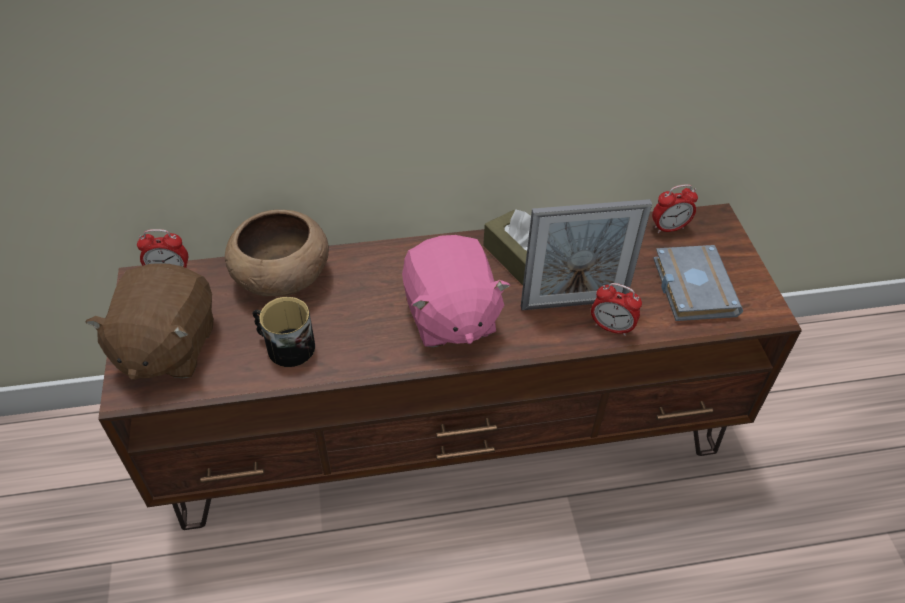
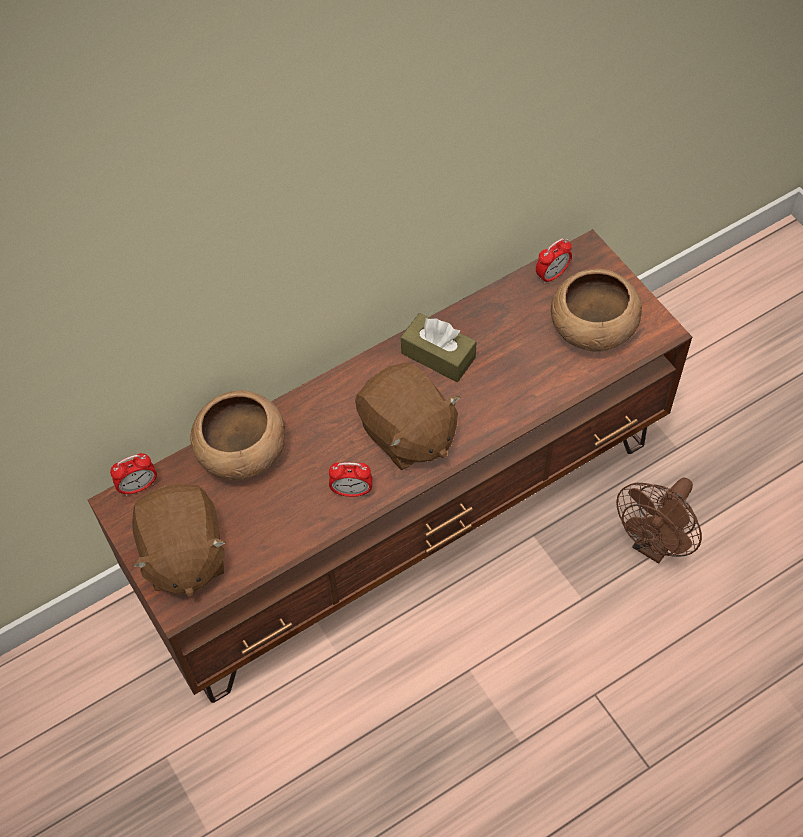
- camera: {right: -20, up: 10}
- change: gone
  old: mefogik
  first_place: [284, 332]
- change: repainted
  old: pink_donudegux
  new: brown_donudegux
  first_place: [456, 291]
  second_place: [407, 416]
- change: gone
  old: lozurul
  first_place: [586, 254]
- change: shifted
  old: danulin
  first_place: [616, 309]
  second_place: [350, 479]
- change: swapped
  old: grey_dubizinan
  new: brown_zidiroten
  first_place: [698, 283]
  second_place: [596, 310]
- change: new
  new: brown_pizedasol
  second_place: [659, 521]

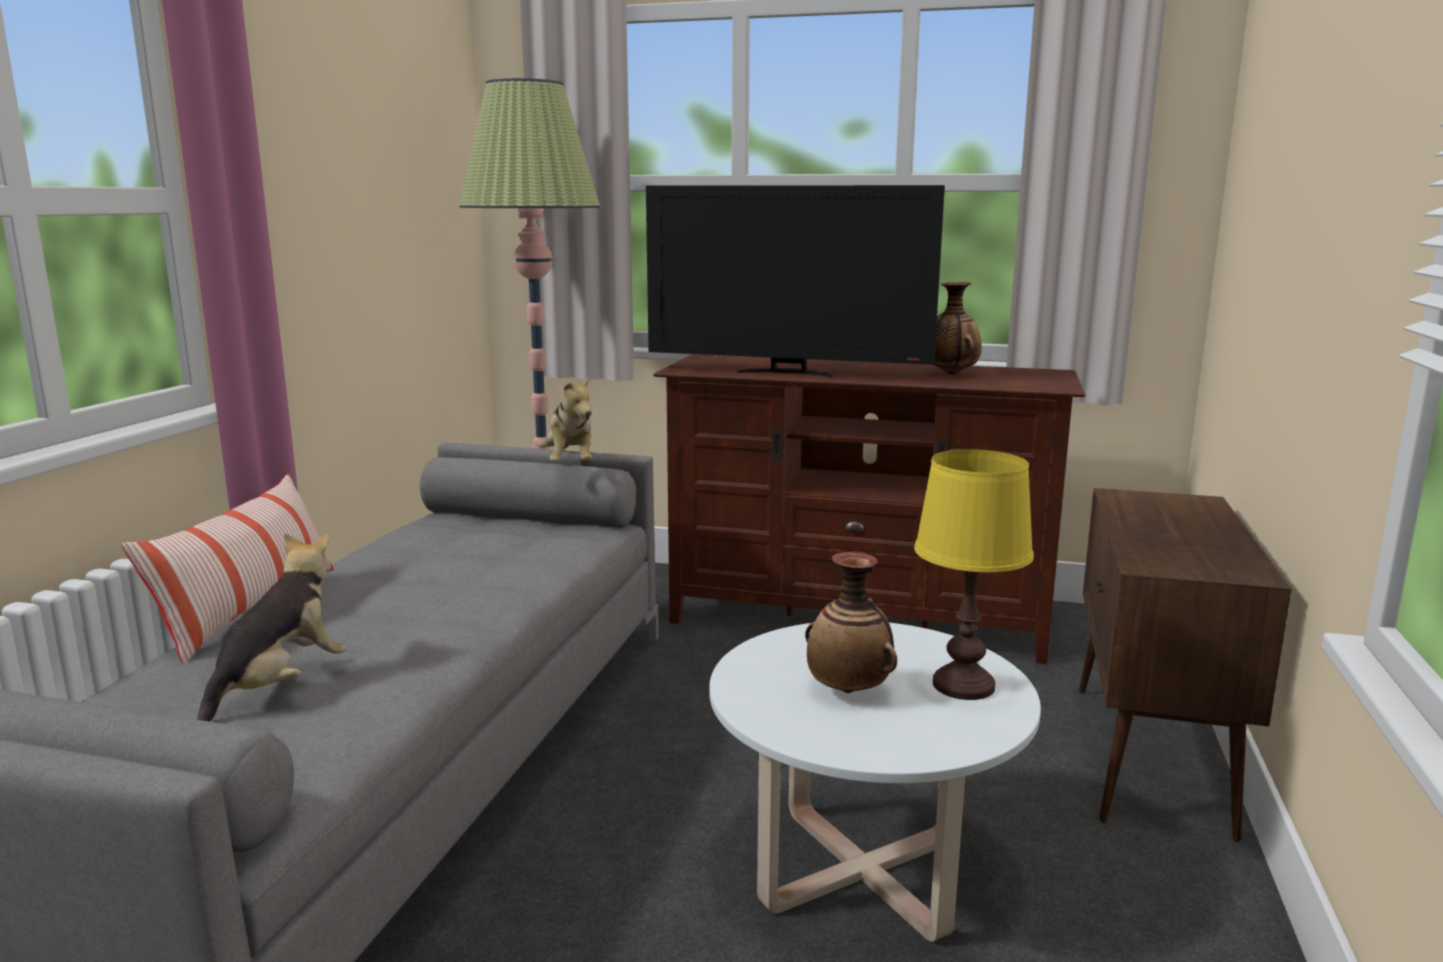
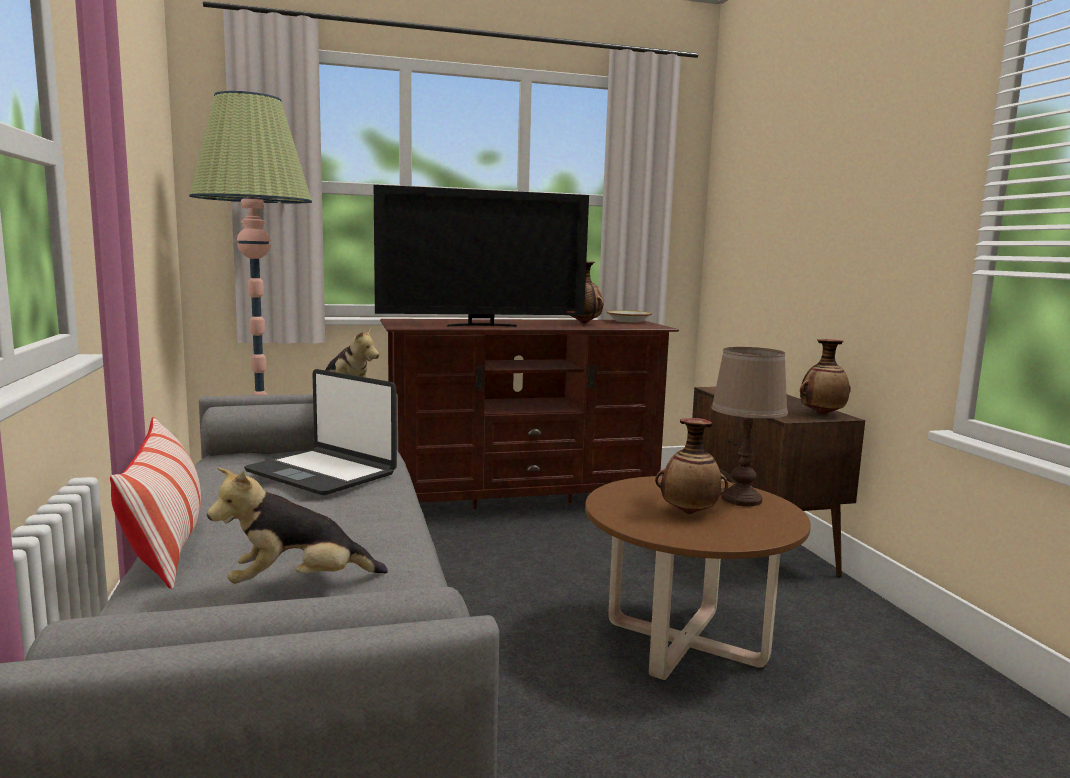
- camera: {right: -30, up: -5}
- change: rotated
  old: donudegux
  first_place: [272, 627]
  second_place: [297, 525]
  degrees: -105
- change: repainted
  old: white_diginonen
  new: brown_diginonen
  first_place: [875, 782]
  second_place: [698, 578]
- change: repainted
  old: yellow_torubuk
  new: brown_torubuk
  first_place: [974, 574]
  second_place: [749, 426]
- change: new
  new: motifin
  second_place: [320, 432]
- change: new
  new: zidiroten
  second_place: [629, 317]
- change: new
  new: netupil
  second_place: [825, 377]

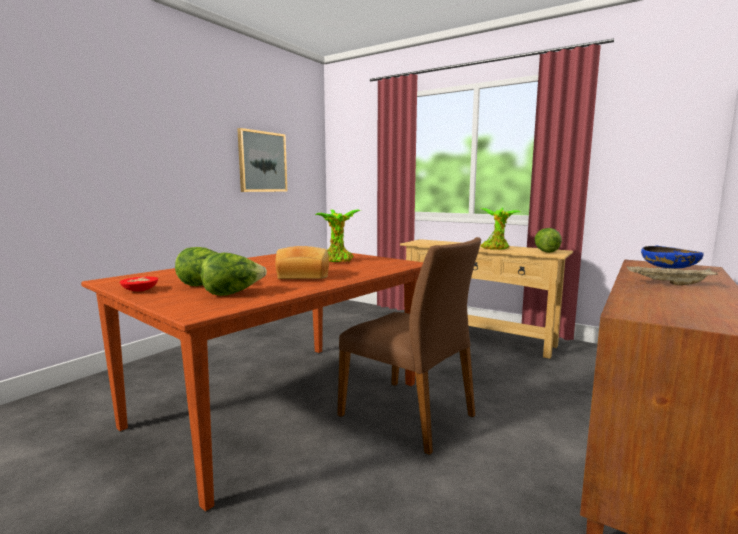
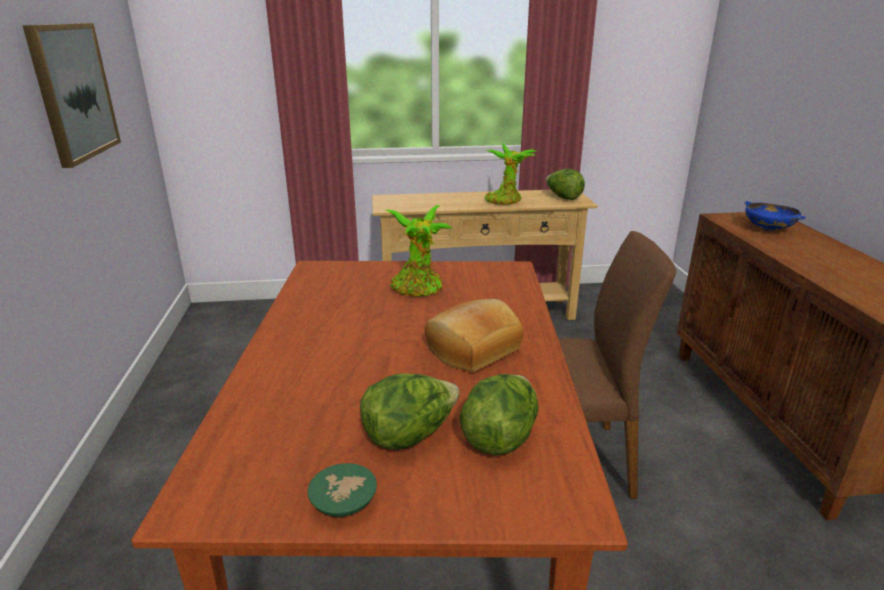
- camera: {right: -40, up: 15}
- change: repainted
  old: red_zidiroten
  new: green_zidiroten
  first_place: [139, 284]
  second_place: [342, 490]
- change: gone
  old: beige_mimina
  first_place: [672, 275]

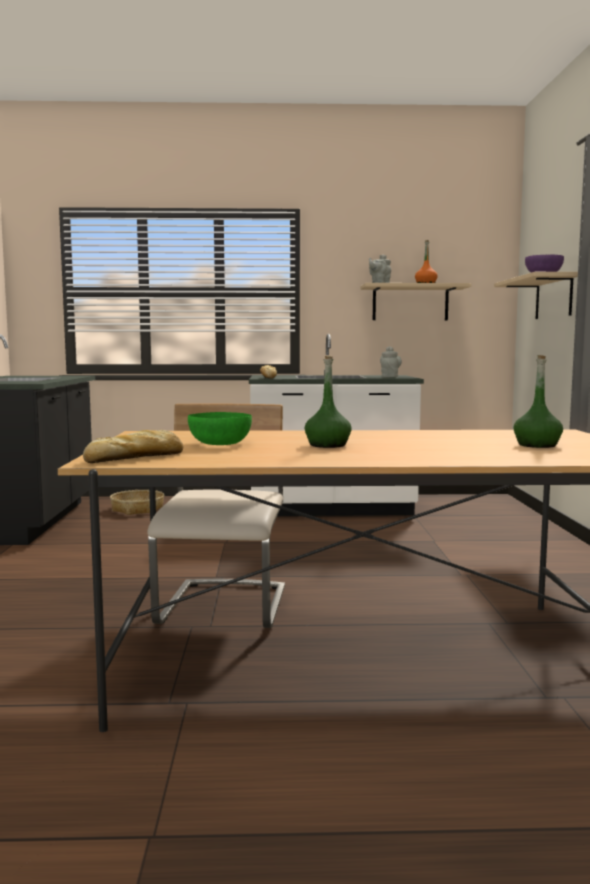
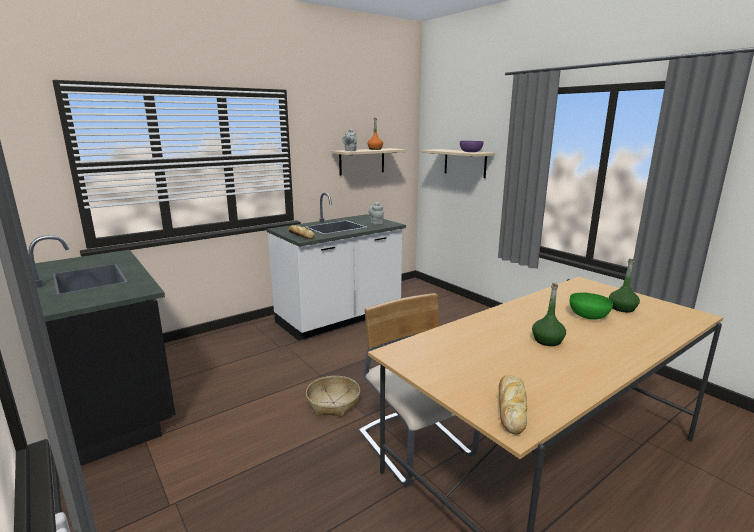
- camera: {right: -35, up: 10}
- change: shifted
  old: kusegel
  first_place: [137, 502]
  second_place: [333, 396]
- change: shifted
  old: green_zidiroten
  first_place: [220, 428]
  second_place: [591, 306]

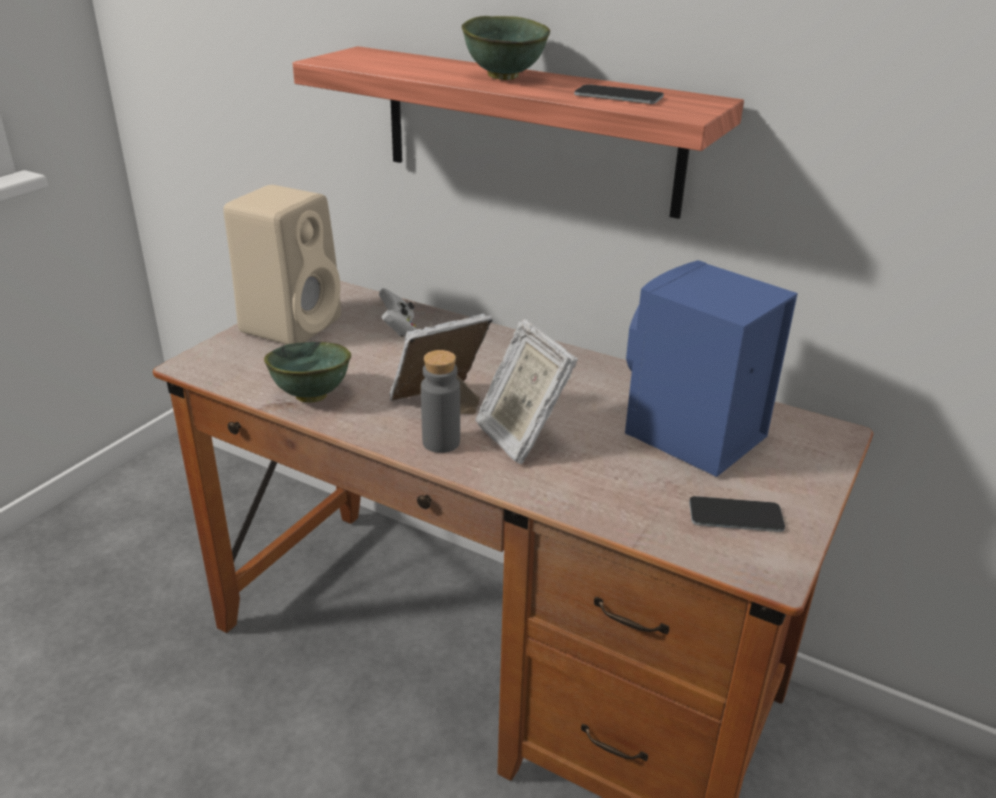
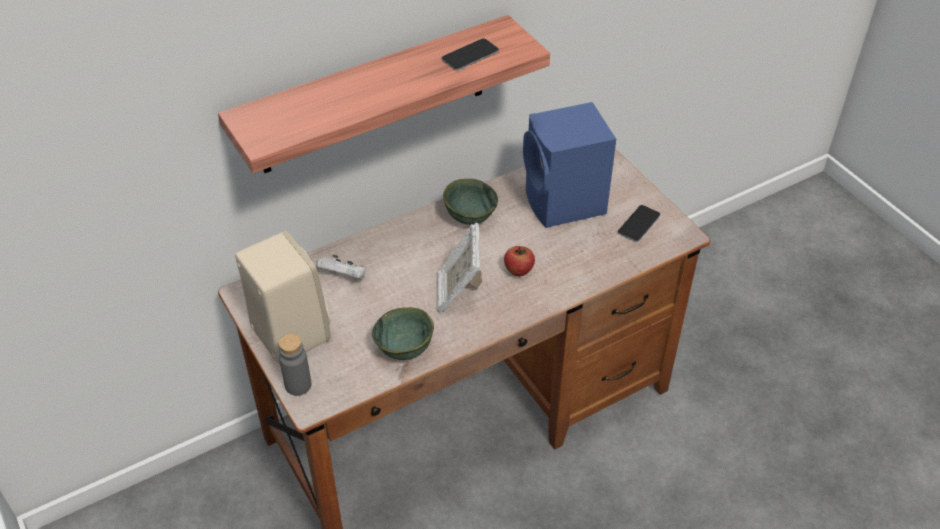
- camera: {right: -60, up: 15}
- change: shifted
  old: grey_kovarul
  first_place: [440, 401]
  second_place: [295, 365]
- change: shifted
  old: green_zidiroten
  first_place: [506, 48]
  second_place: [470, 202]
- change: swapped
  old: lozurul
  new: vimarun
  first_place: [526, 391]
  second_place: [519, 261]

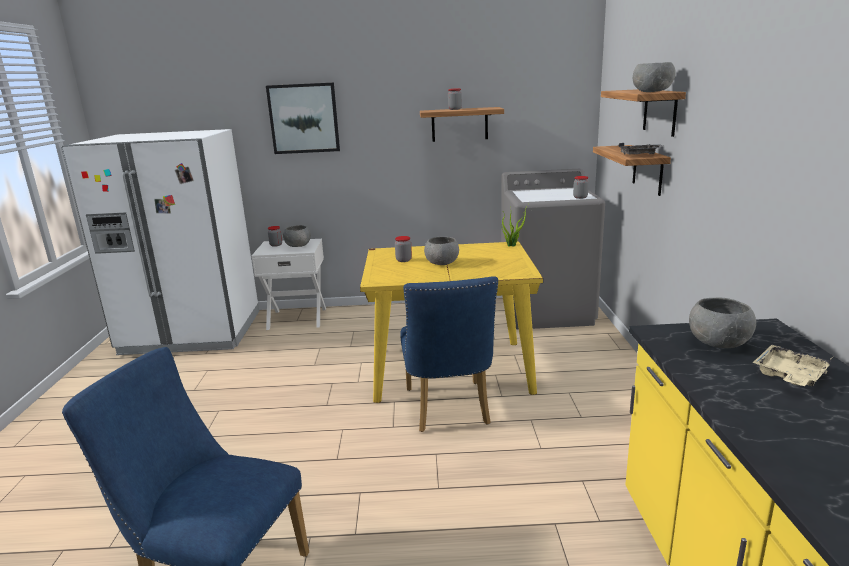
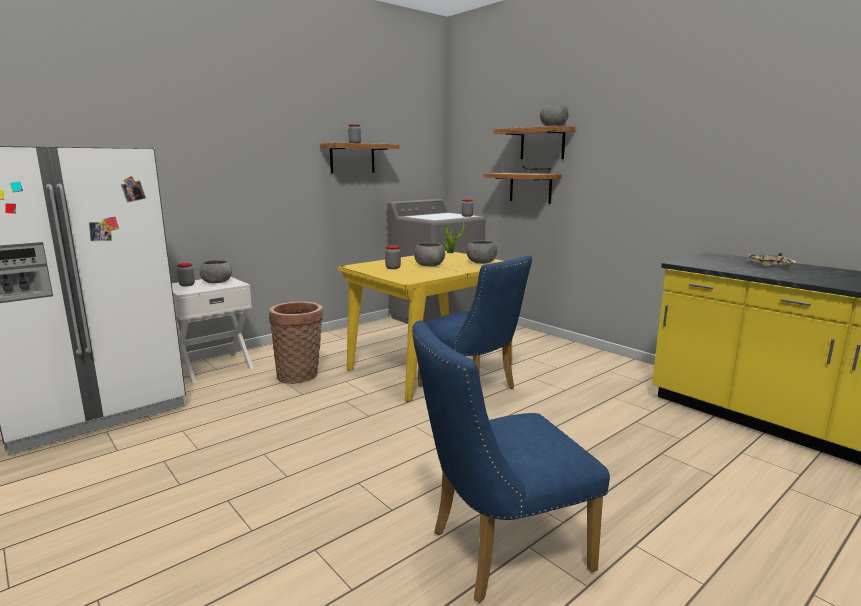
- camera: {right: -40, up: -5}
- change: gone
  old: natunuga
  first_place: [303, 118]
- change: shifted
  old: grey_zidiroten
  first_place: [722, 323]
  second_place: [481, 252]
- change: new
  new: kusegel
  second_place: [296, 343]

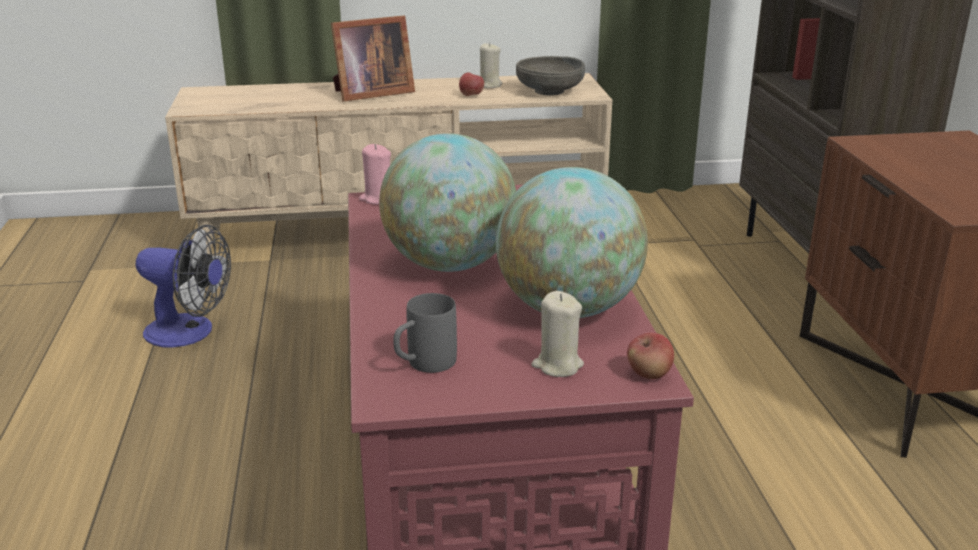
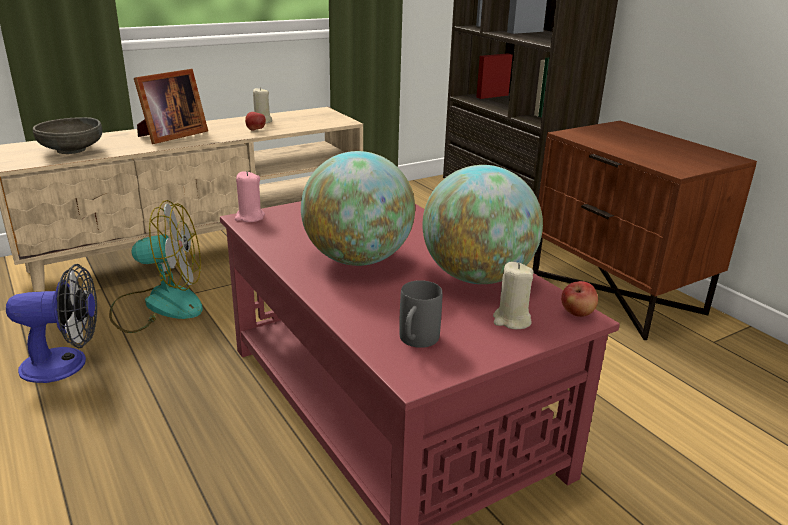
- camera: {right: -25, up: 0}
- change: shifted
  old: grey_zidiroten
  first_place: [550, 75]
  second_place: [67, 135]
- change: new
  new: pizedasol
  second_place: [156, 266]

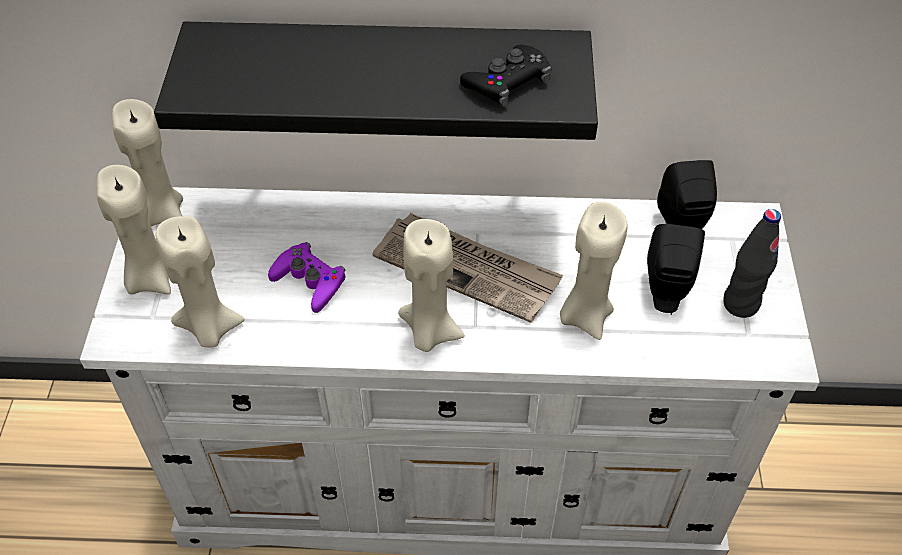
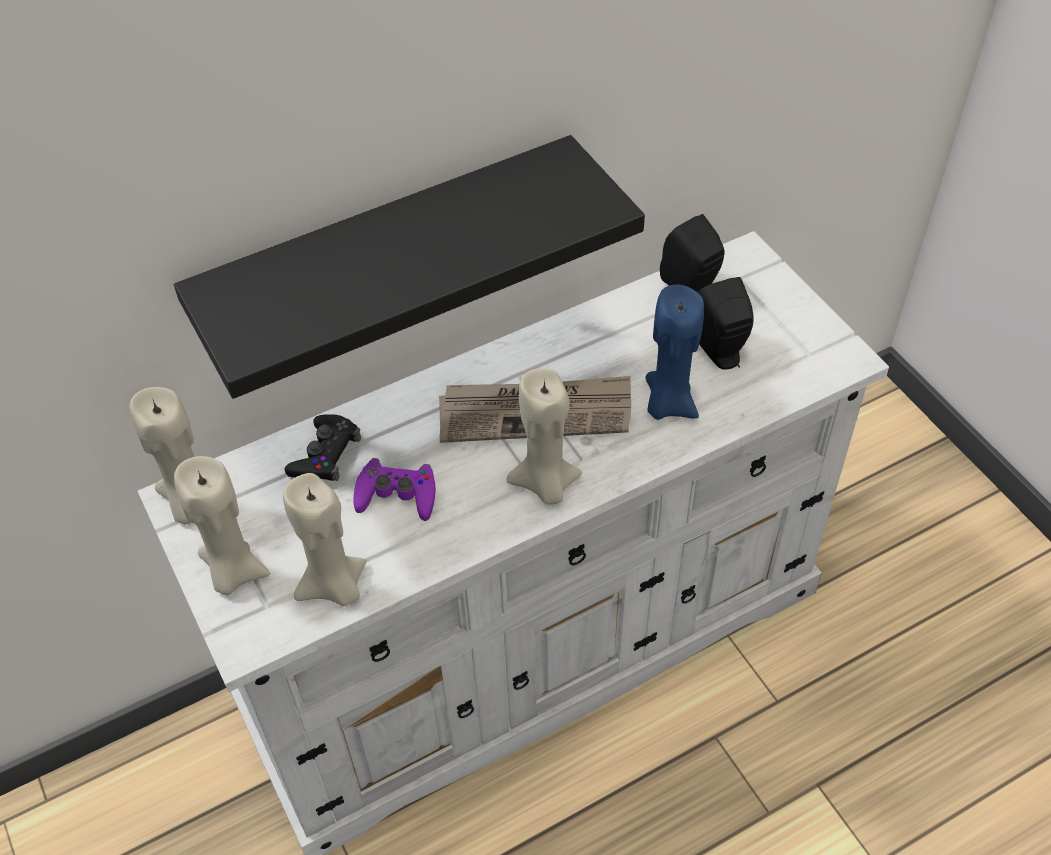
- camera: {right: -30, up: 0}
- change: shifted
  old: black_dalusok
  first_place: [506, 76]
  second_place: [323, 447]
- change: repainted
  old: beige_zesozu
  new: blue_zesozu
  first_place: [593, 271]
  second_place: [675, 352]
- change: gone
  old: black_kovarul
  first_place: [752, 263]

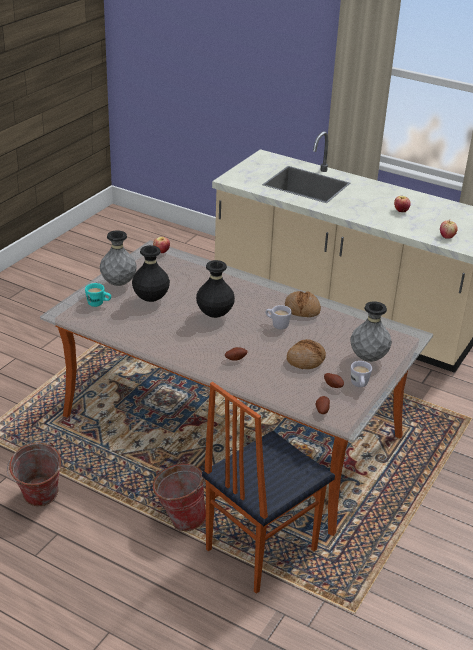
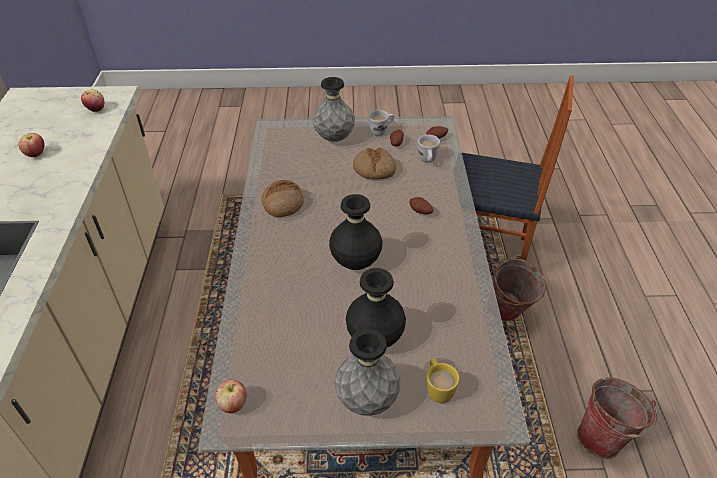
- camera: {right: -120, up: 10}
- change: repainted
  old: turquoise_mefogik
  new: yellow_mefogik
  first_place: [98, 295]
  second_place: [443, 381]
- change: shifted
  old: white_mefogik
  first_place: [279, 317]
  second_place: [429, 148]

